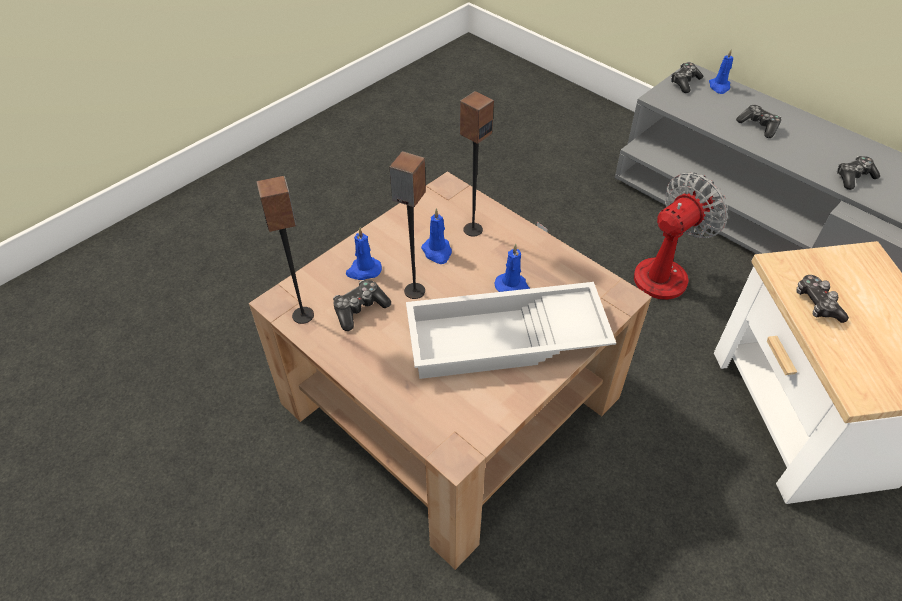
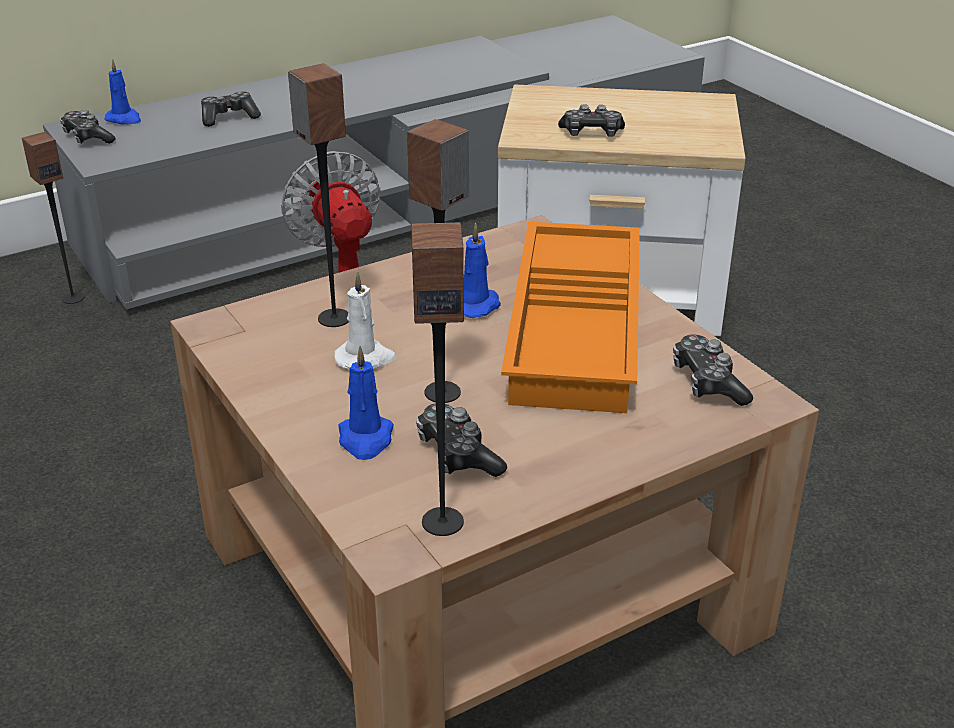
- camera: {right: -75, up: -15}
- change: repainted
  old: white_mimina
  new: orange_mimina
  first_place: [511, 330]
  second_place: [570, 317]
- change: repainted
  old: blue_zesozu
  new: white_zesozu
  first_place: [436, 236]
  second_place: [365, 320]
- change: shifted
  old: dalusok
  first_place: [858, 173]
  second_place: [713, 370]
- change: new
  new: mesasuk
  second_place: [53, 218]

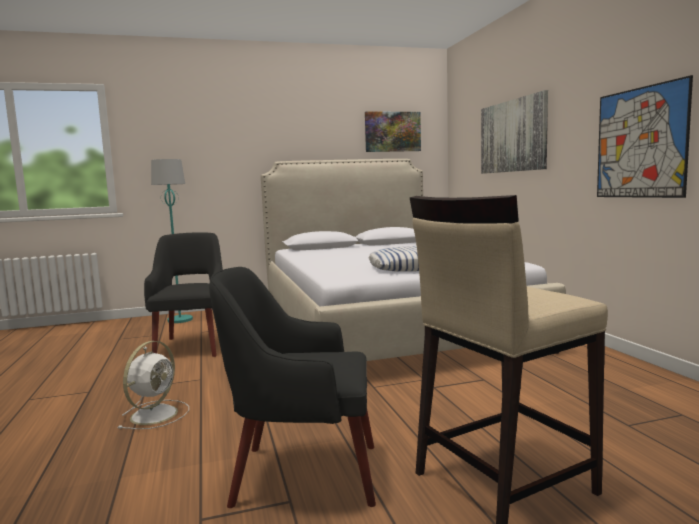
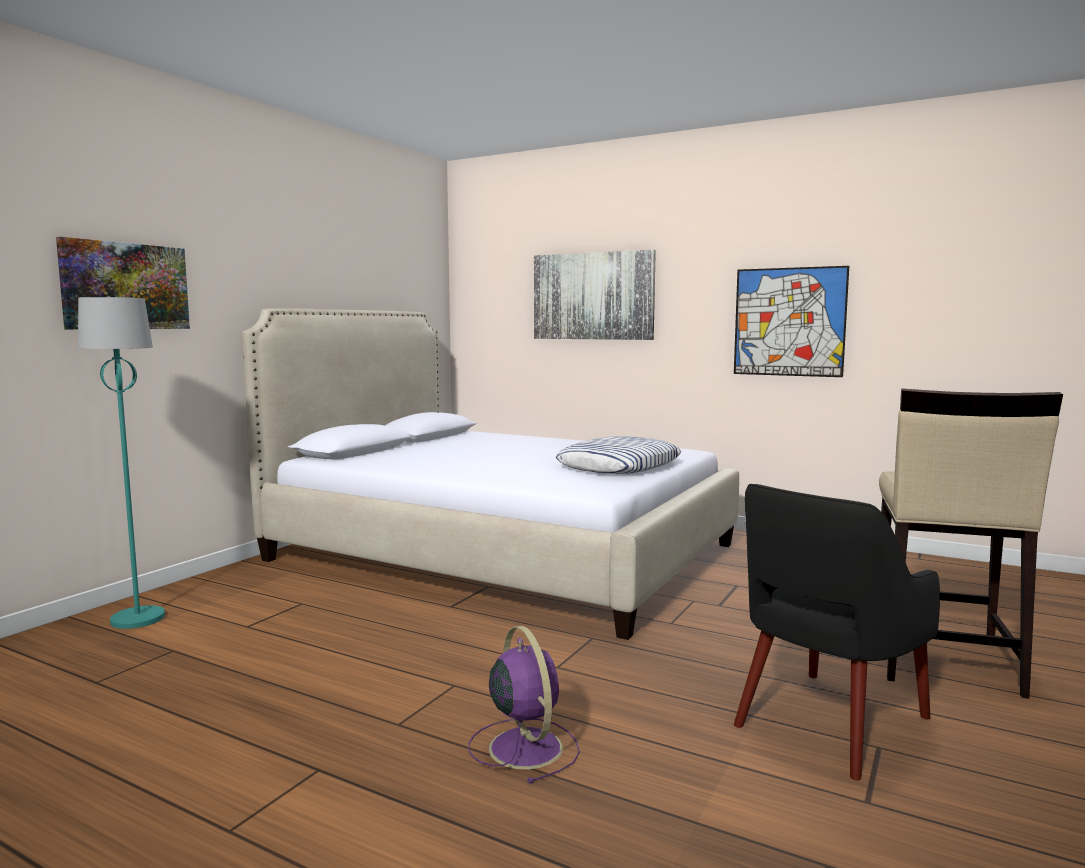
- camera: {right: -45, up: 0}
- change: repainted
  old: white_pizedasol
  new: purple_pizedasol
  first_place: [153, 385]
  second_place: [524, 705]
- change: gone
  old: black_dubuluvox
  first_place: [183, 294]
- change: shifted
  old: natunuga
  first_place: [393, 131]
  second_place: [123, 283]

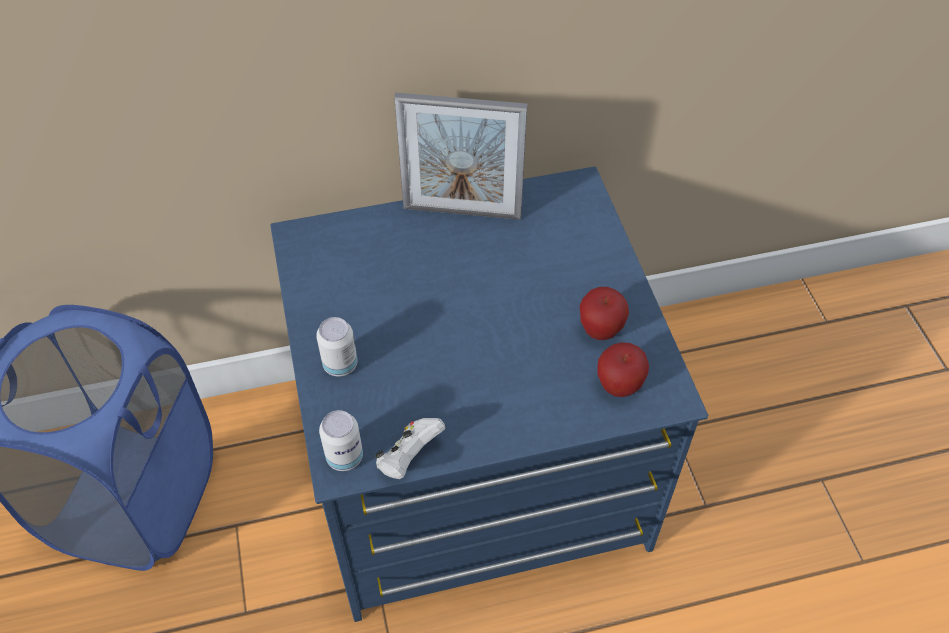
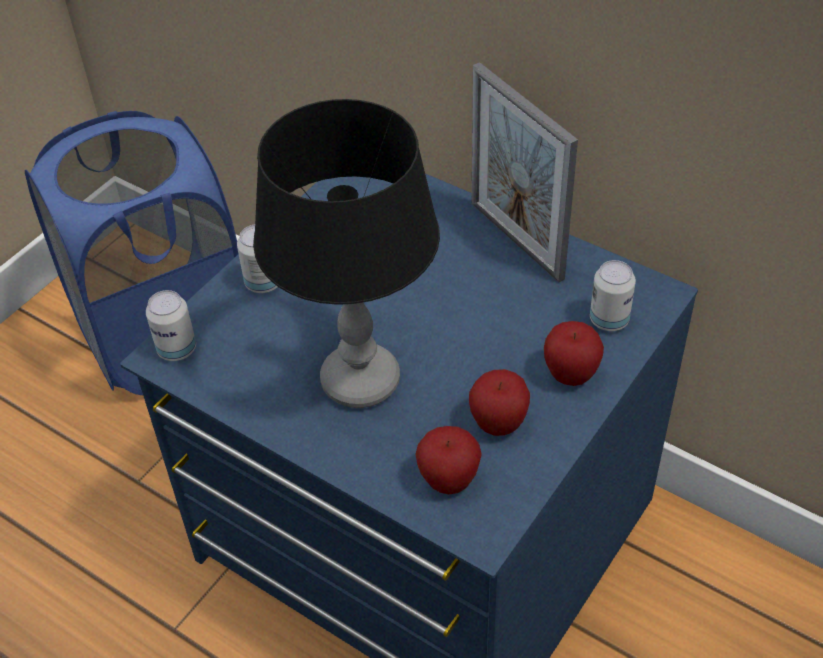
- camera: {right: 50, up: -5}
- change: gone
  old: white_dalusok
  first_place: [410, 448]
- change: new
  new: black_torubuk
  second_place: [346, 253]
- change: new
  new: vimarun
  second_place: [574, 353]
- change: new
  new: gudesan
  second_place: [613, 295]

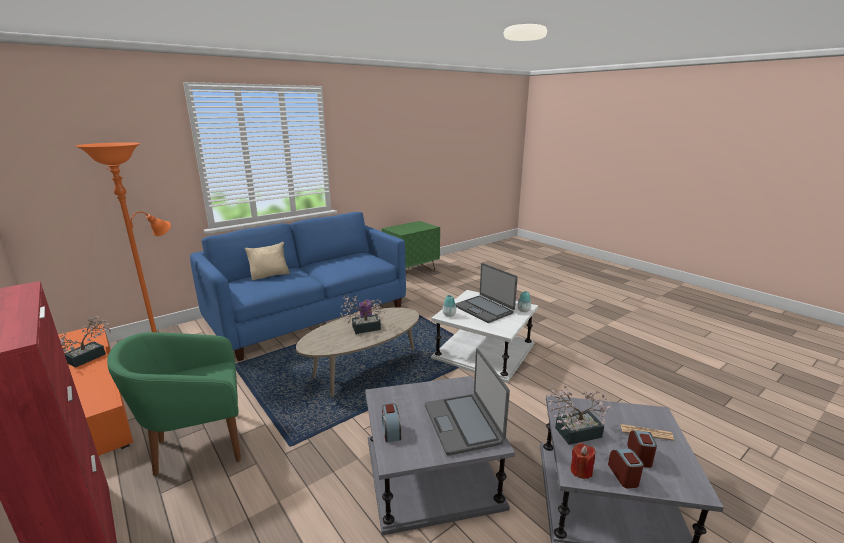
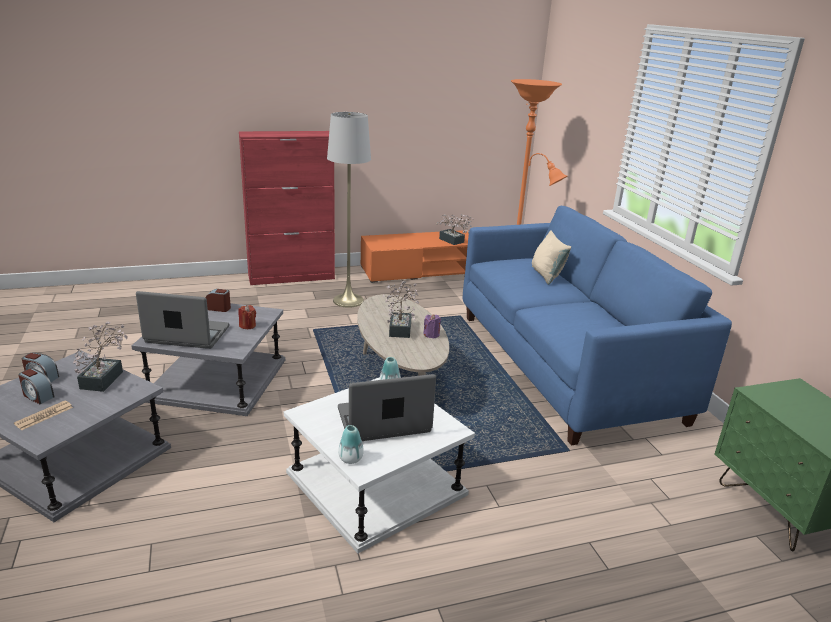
- camera: {right: 110, up: 5}
- change: swapped
  old: green_dubuluvox
  new: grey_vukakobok
  first_place: [174, 404]
  second_place: [349, 210]
- change: shifted
  old: red_zesozu
  first_place: [582, 461]
  second_place: [247, 317]

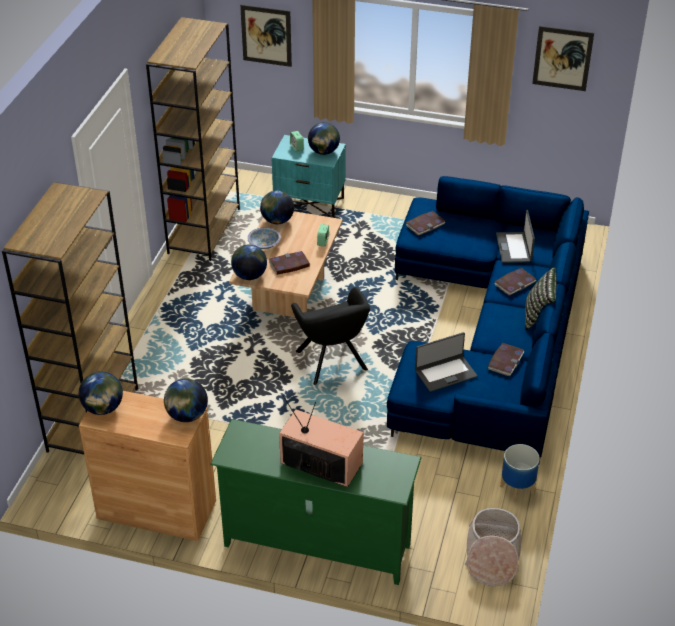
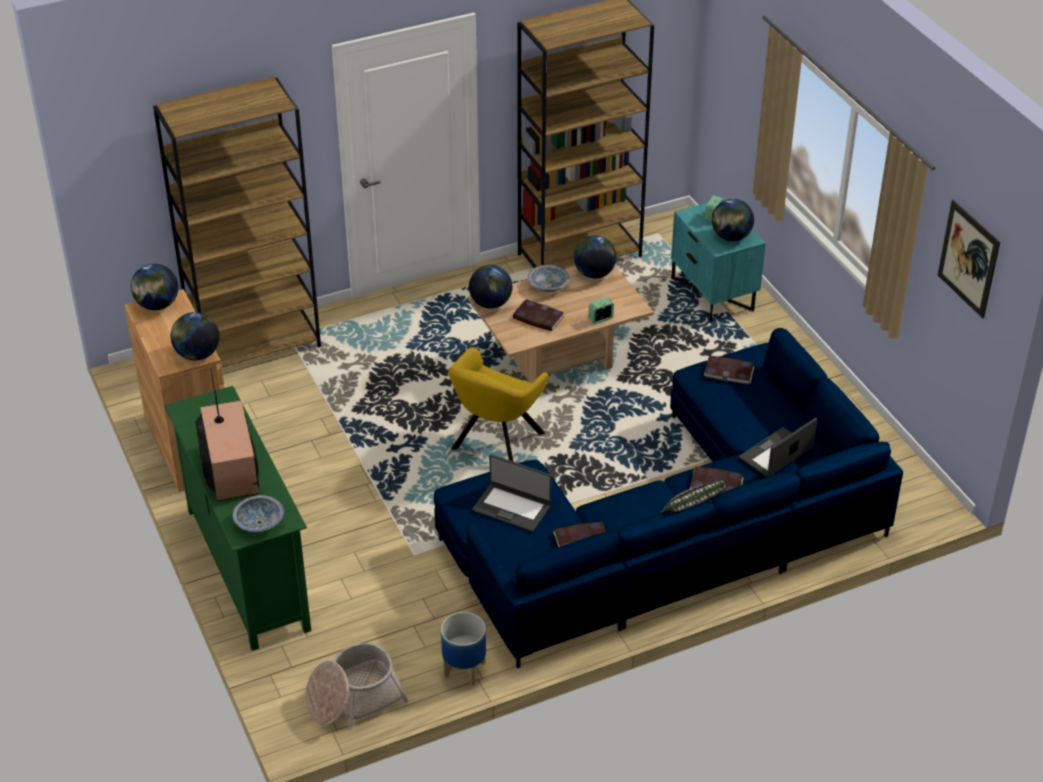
- camera: {right: 50, up: 0}
- change: gone
  old: natunuga
  first_place: [266, 36]
- change: repainted
  old: black_dubuluvox
  new: yellow_dubuluvox
  first_place: [330, 336]
  second_place: [498, 404]
- change: new
  new: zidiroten
  second_place: [258, 513]

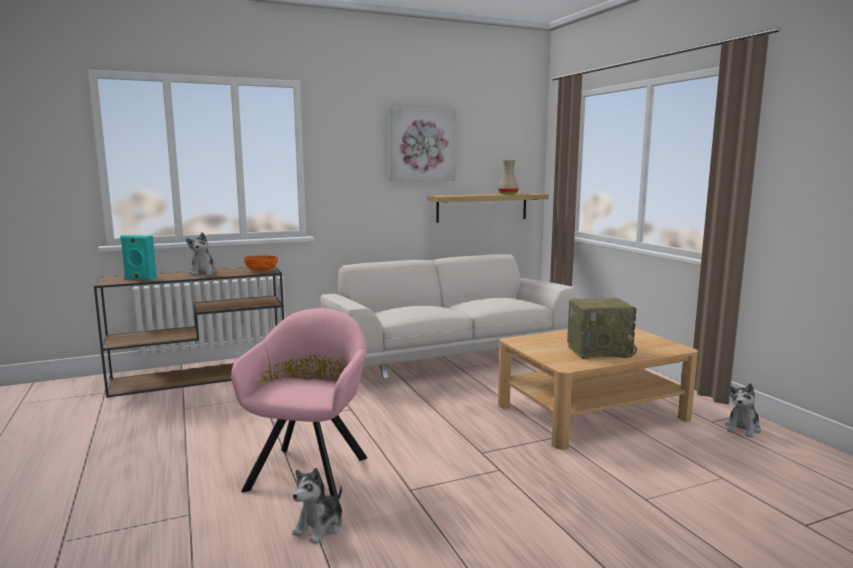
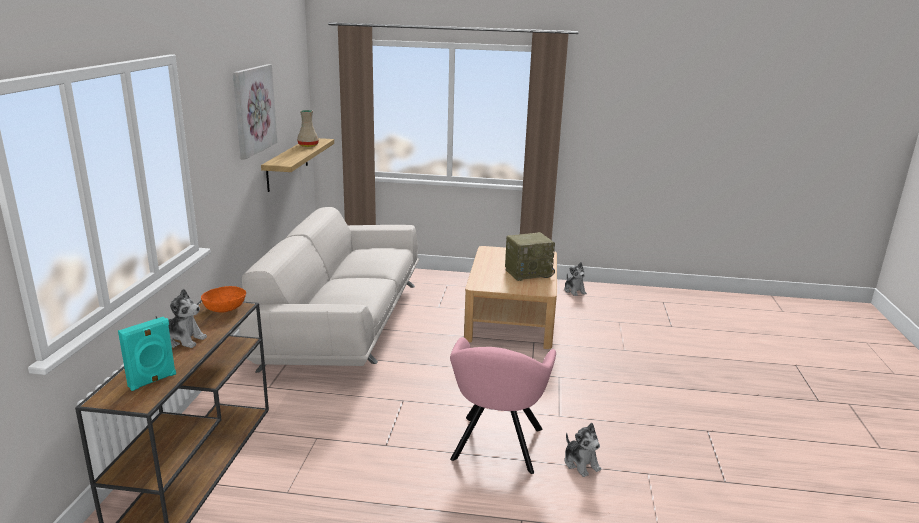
- camera: {right: -60, up: 10}
- change: rotated
  old: pink_dubuluvox
  first_place: [299, 403]
  second_place: [503, 405]
  degrees: -120
- change: rotated
  old: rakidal
  first_place: [602, 328]
  second_place: [530, 256]
  degrees: 45

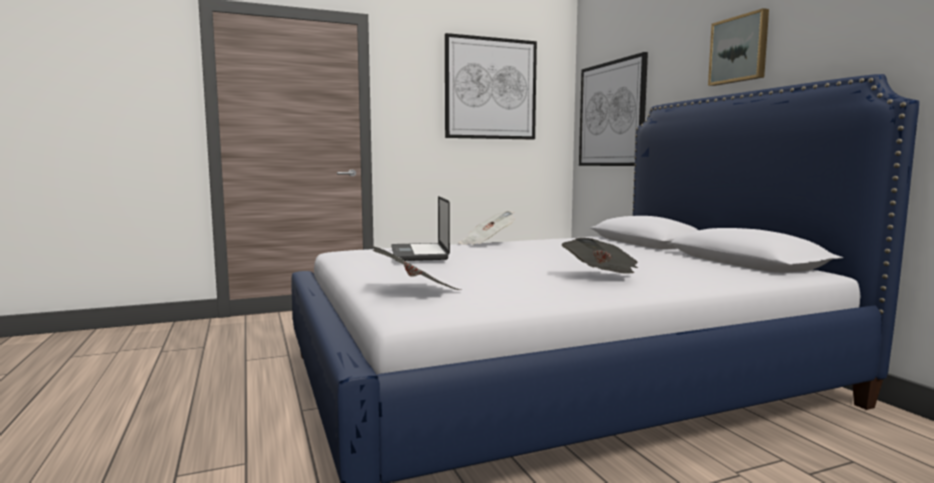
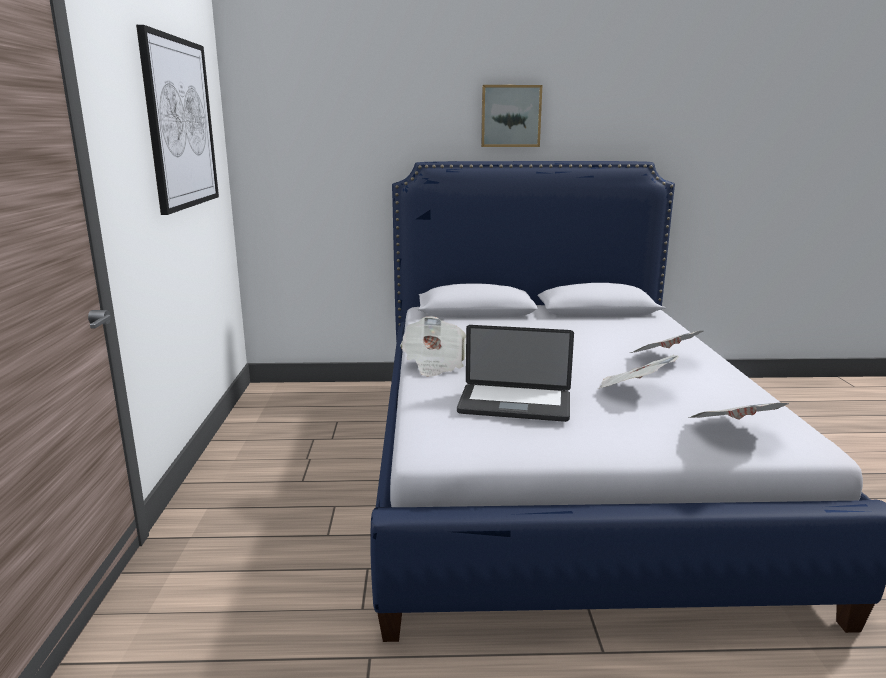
- camera: {right: -70, up: 10}
- change: gone
  old: natunuga
  first_place: [613, 109]
- change: new
  new: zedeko
  second_place: [638, 372]

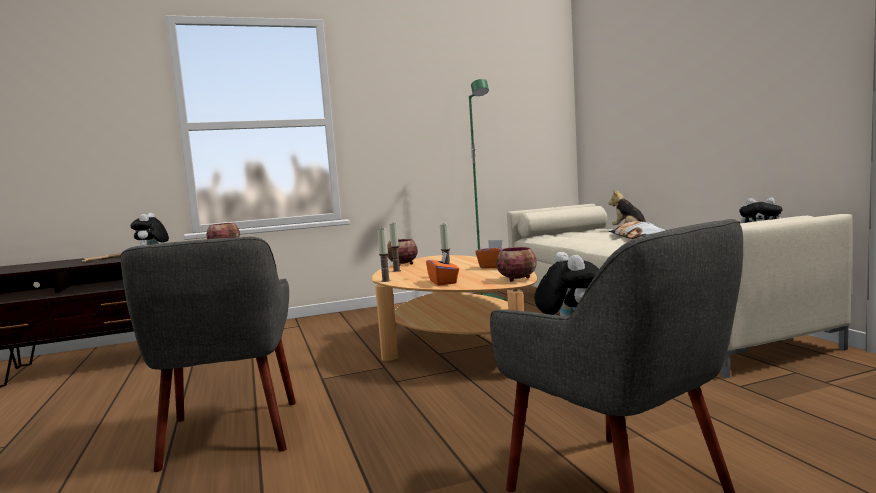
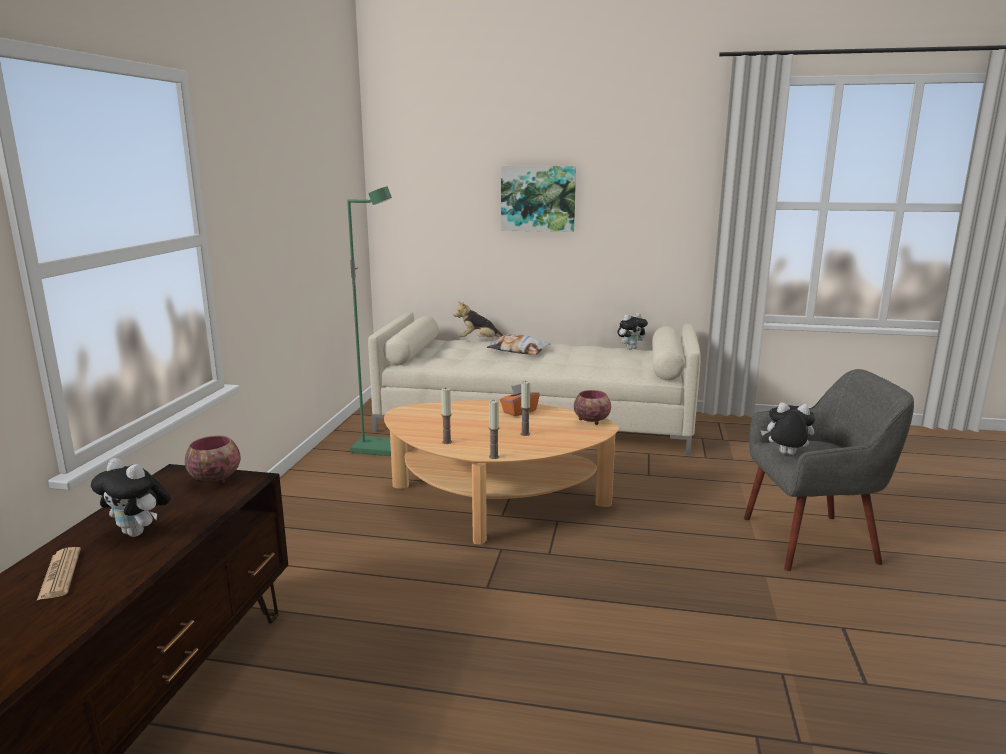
- camera: {right: -60, up: 10}
- change: gone
  old: grey_dubuluvox
  first_place: [208, 354]
- change: gone
  old: zidiroten
  first_place: [402, 252]
- change: gone
  old: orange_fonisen
  first_place: [442, 269]
- change: new
  new: natunuga
  second_place: [538, 199]

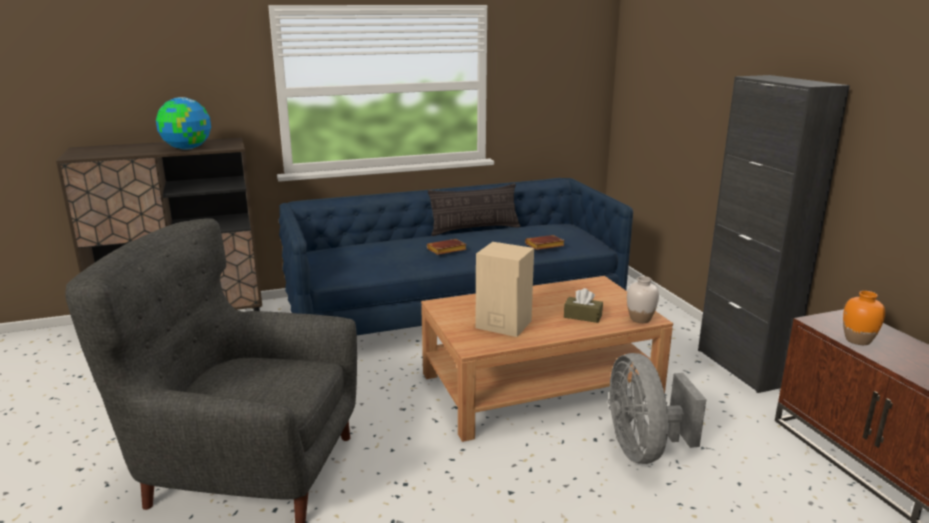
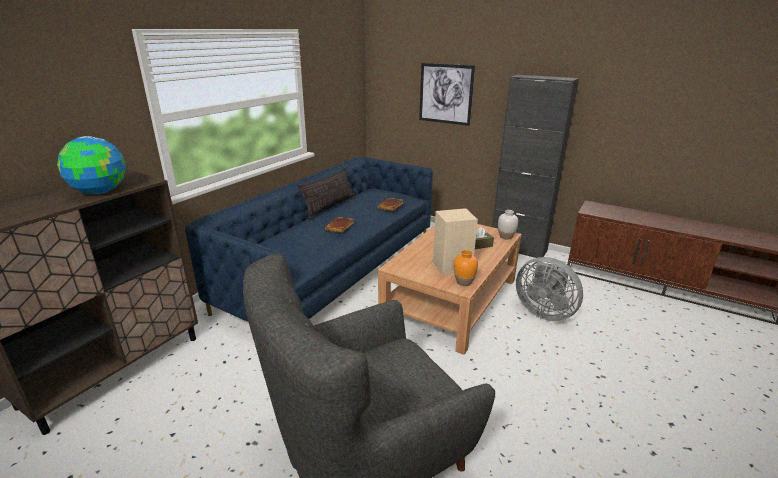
- camera: {right: -40, up: 5}
- change: shifted
  old: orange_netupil
  first_place: [864, 318]
  second_place: [466, 268]
- change: new
  new: natunuga
  second_place: [447, 94]

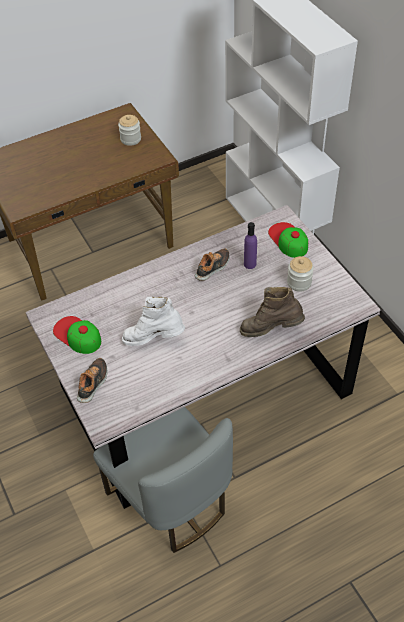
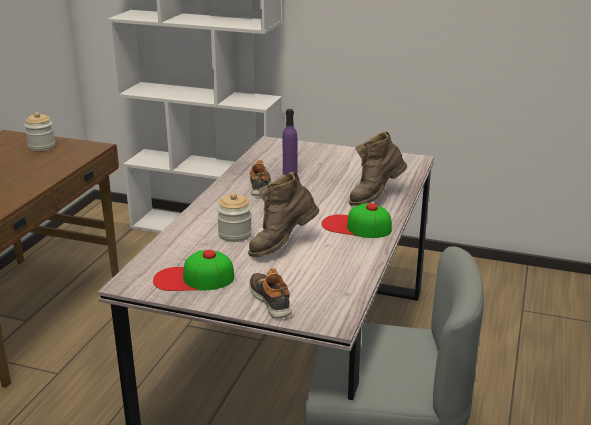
- camera: {right: -45, up: -25}
- change: repainted
  old: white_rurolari
  new: brown_rurolari
  first_place: [153, 321]
  second_place: [283, 214]
- change: shifted
  old: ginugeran
  first_place: [288, 240]
  second_place: [357, 220]
- change: shifted
  old: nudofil
  first_place: [300, 274]
  second_place: [234, 217]

